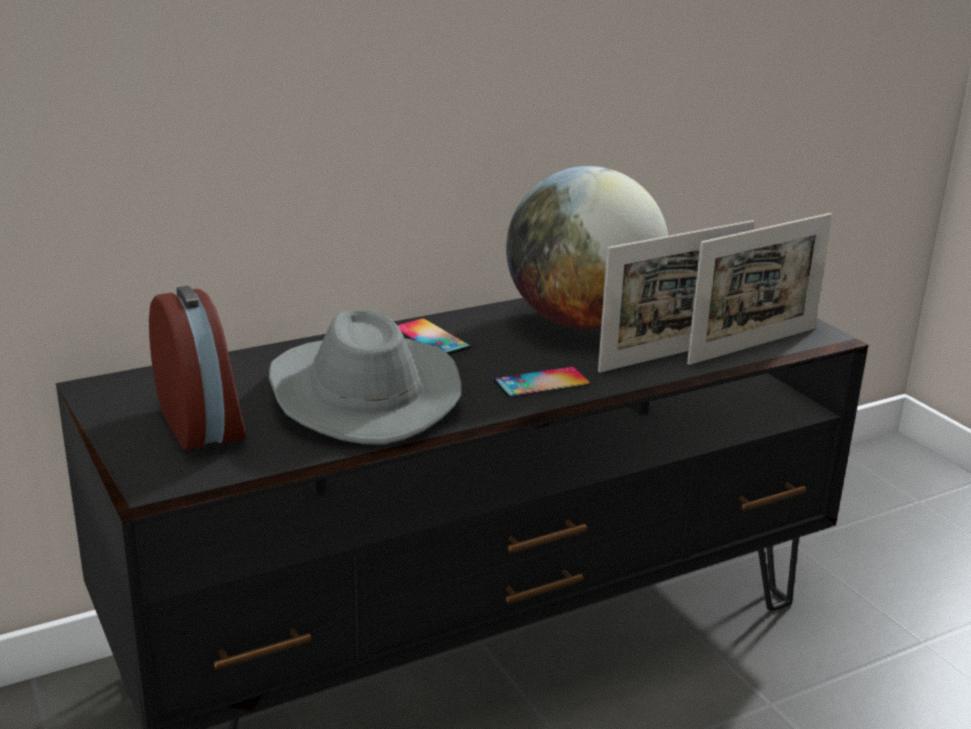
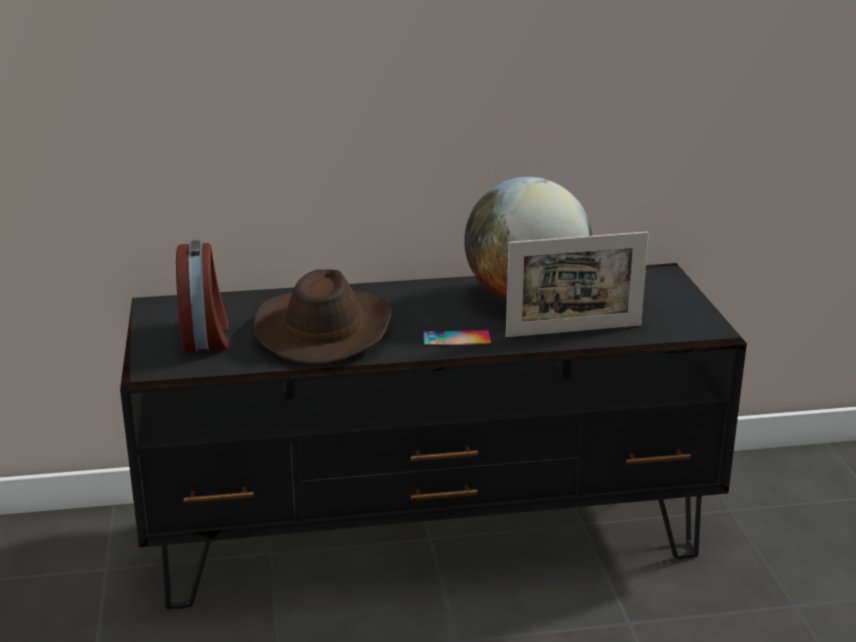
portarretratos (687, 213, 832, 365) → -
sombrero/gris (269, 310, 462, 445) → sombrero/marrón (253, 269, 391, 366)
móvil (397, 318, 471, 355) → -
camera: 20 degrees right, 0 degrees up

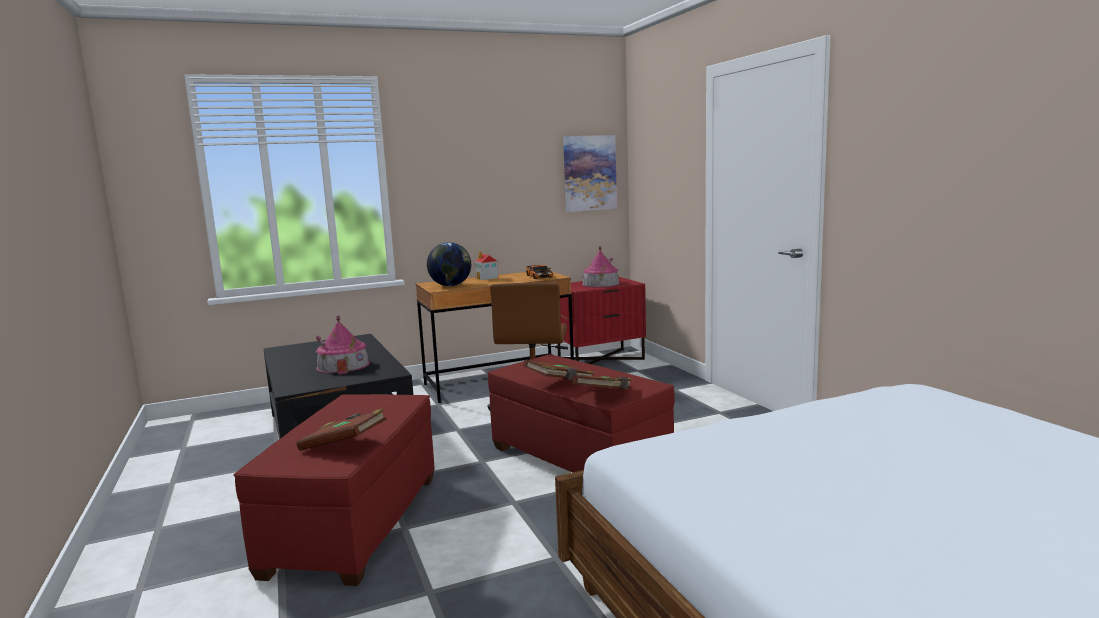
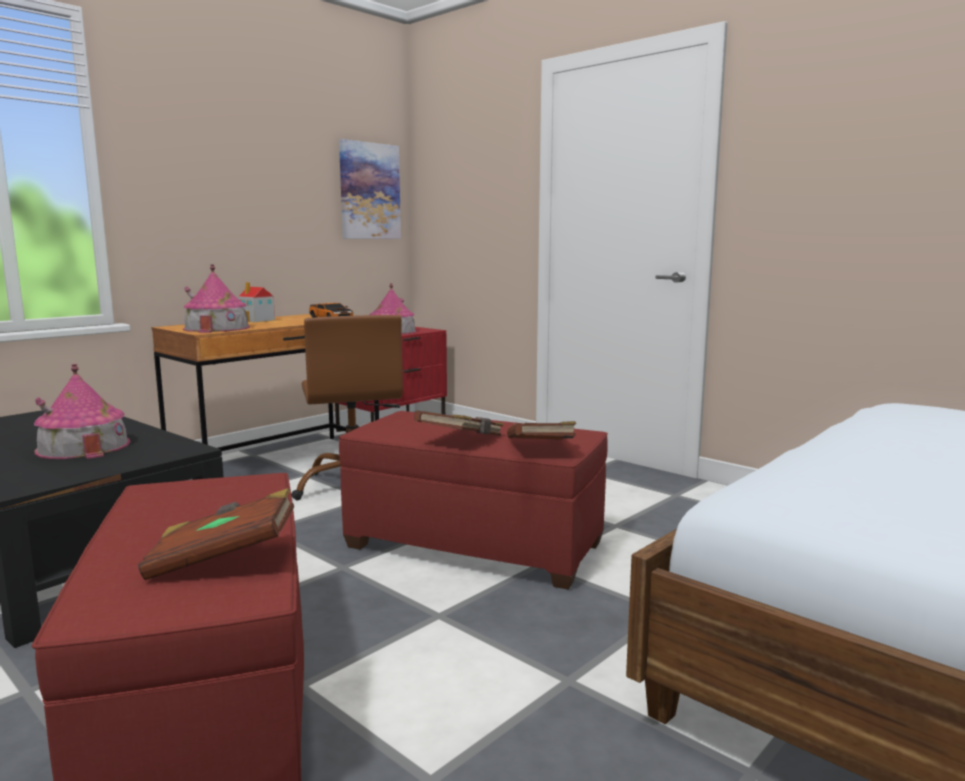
globo terráqueo (427, 242, 471, 286) → casita (183, 264, 250, 333)
camera: 25 degrees left, 0 degrees up

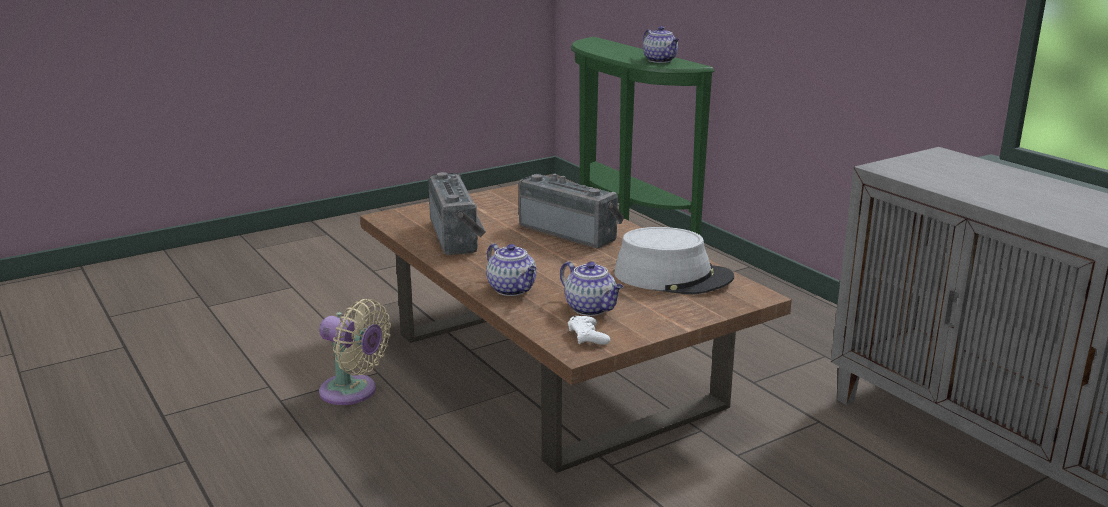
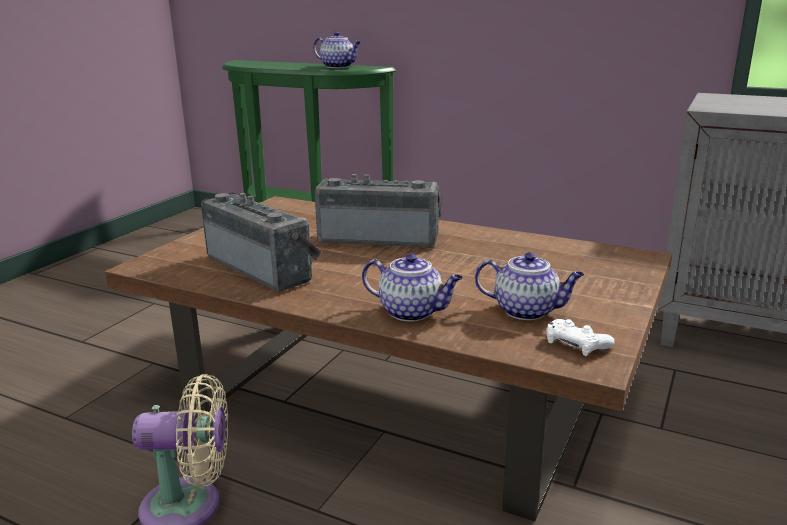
sombrero/gris (614, 227, 734, 294) → -
camera: 30 degrees left, 0 degrees up

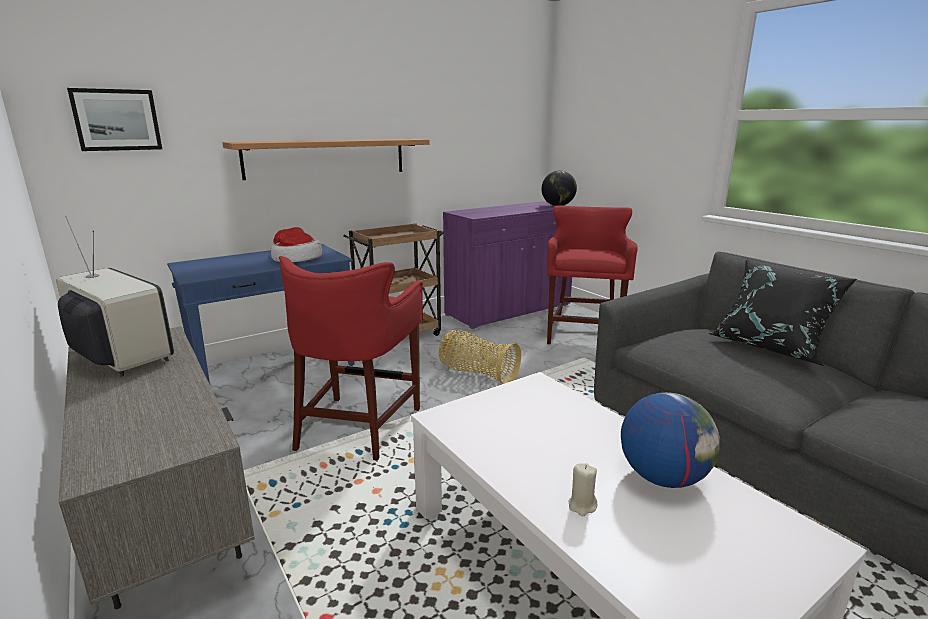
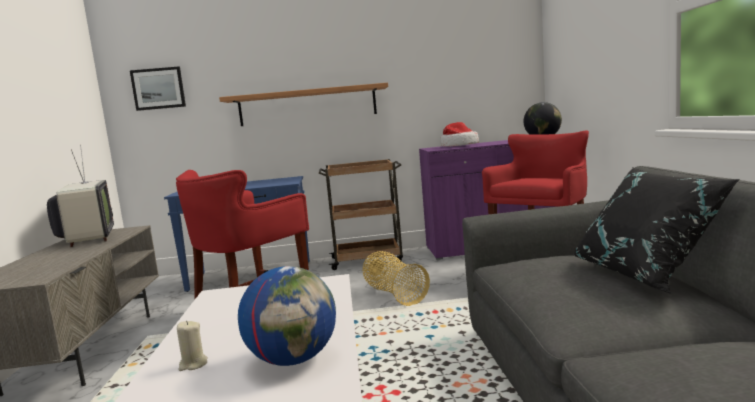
sombrero (271, 227, 322, 262) → sombrero (441, 122, 479, 147), relocated
camera: 30 degrees right, 10 degrees down

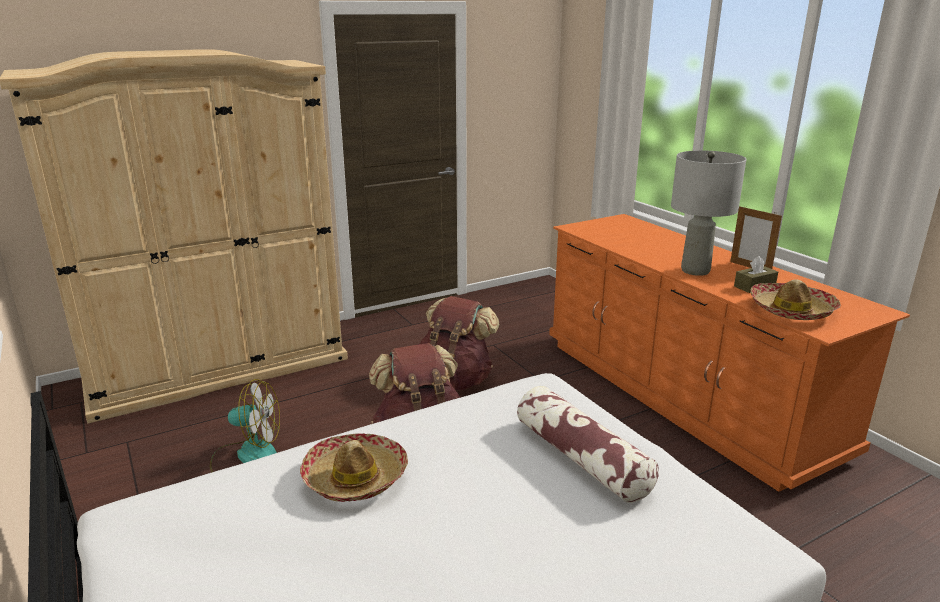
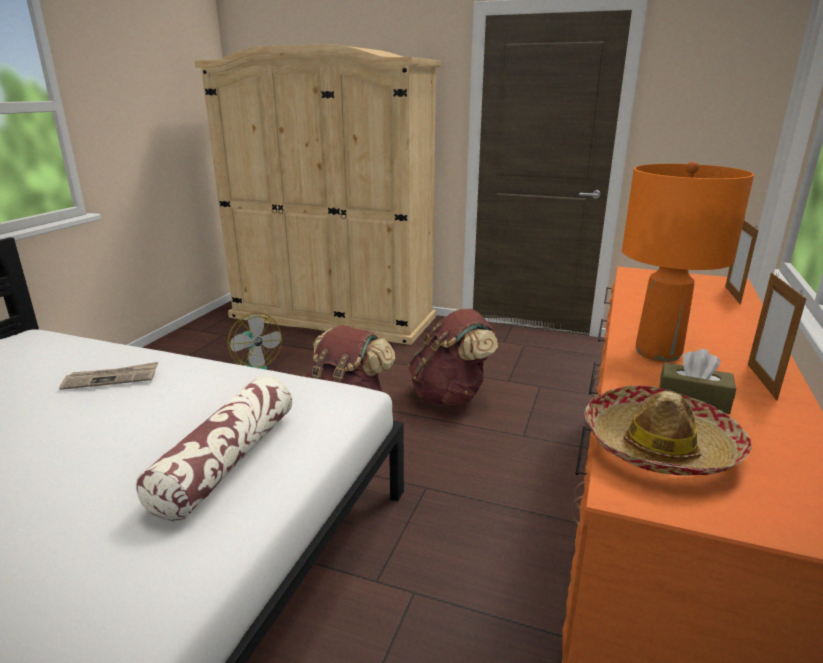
lámpara de mesa/gris (671, 150, 746, 276) → lámpara de mesa/naranja (622, 161, 754, 362)
sombrero (300, 433, 408, 502) → periódico (59, 362, 158, 390)
- → portarretratos (725, 219, 758, 304)
camera: 50 degrees right, 0 degrees up

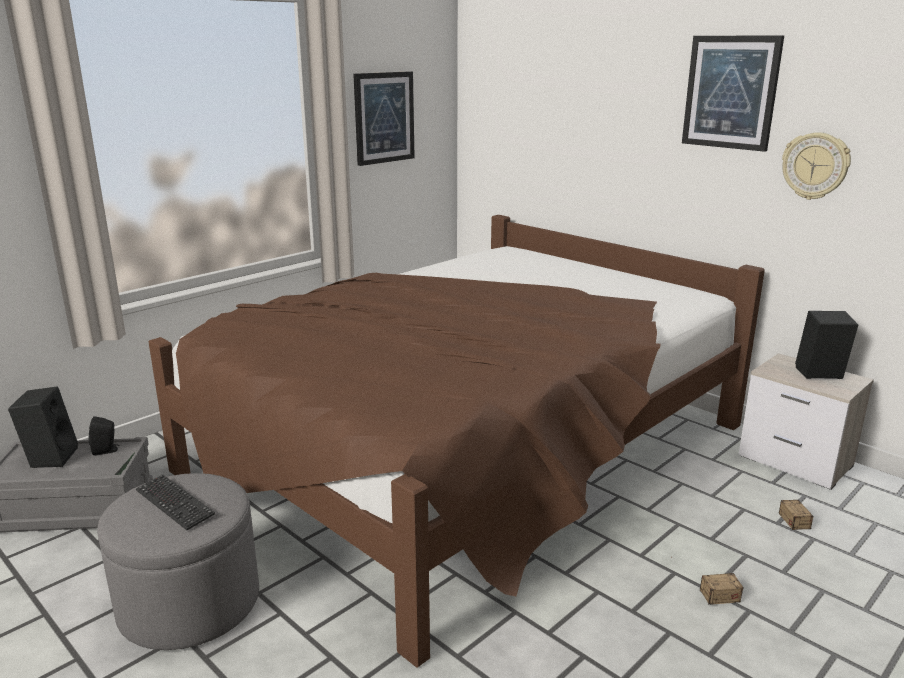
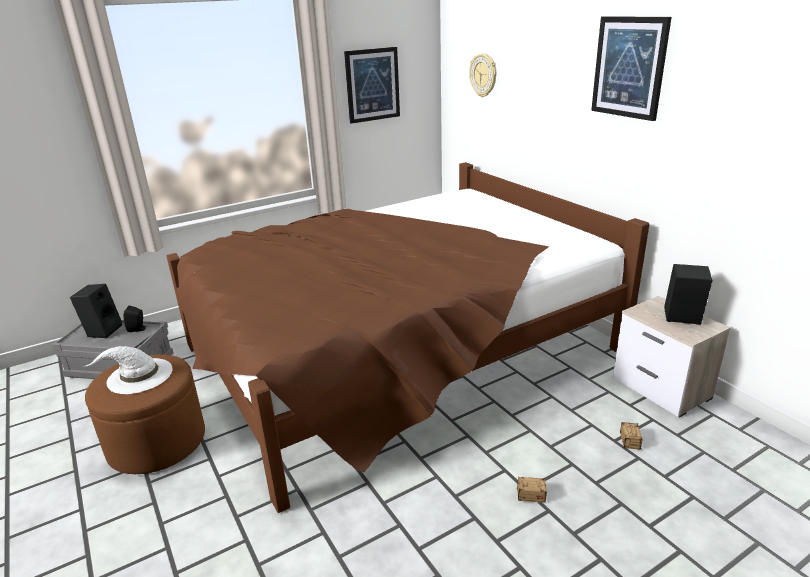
reloj de pared (782, 132, 851, 200) → reloj de pared (469, 53, 496, 97), relocated
puf/gris (97, 473, 259, 650) → puf/marrón (85, 354, 205, 474)
teclado (136, 475, 215, 530) → sombrero/blanco (83, 346, 173, 394)
camera: 15 degrees right, 5 degrees up

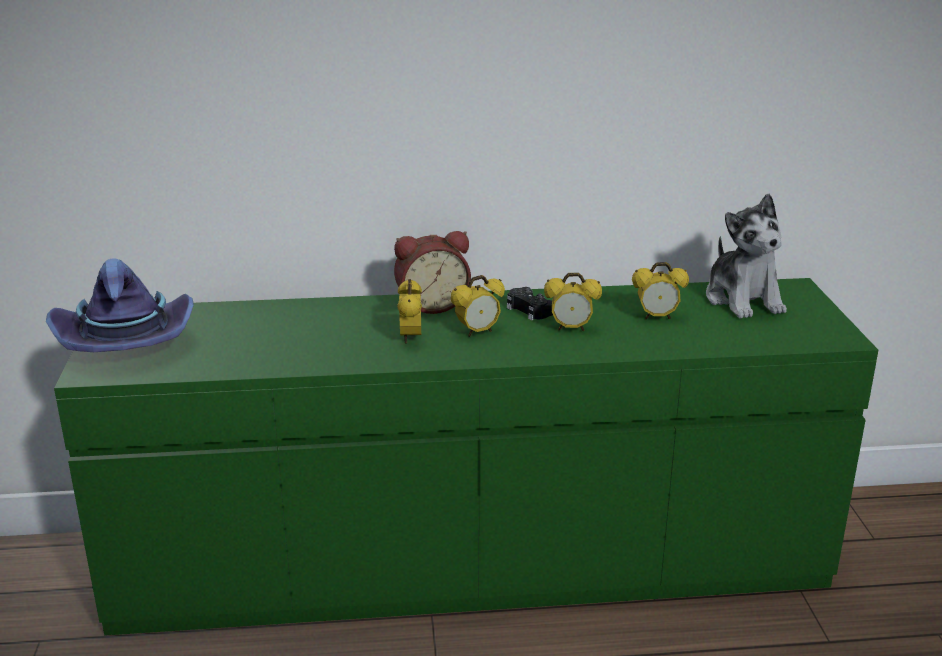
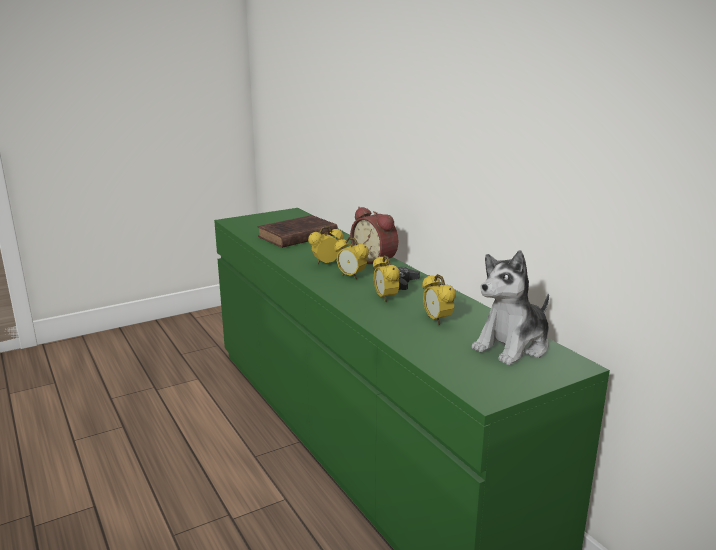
sombrero/morado (46, 258, 194, 352) → -
- → libro/marrón (257, 215, 338, 248)
camera: 65 degrees right, 5 degrees down

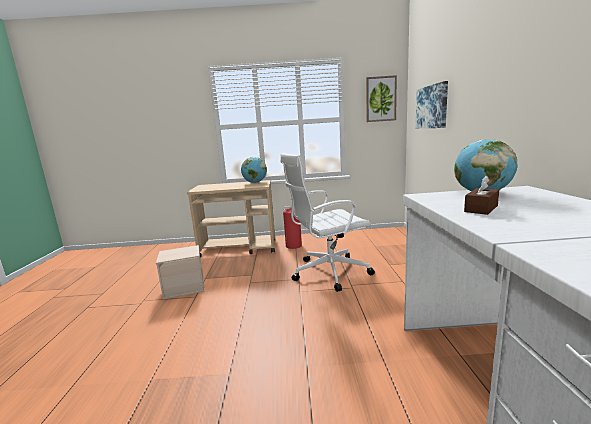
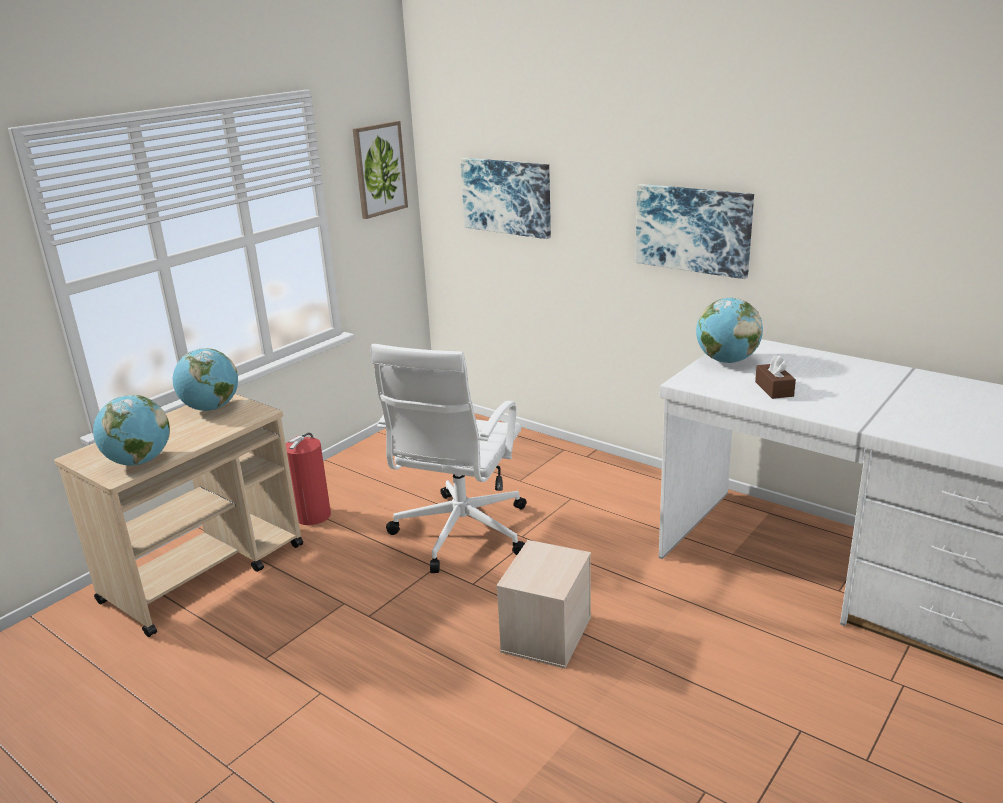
caja de almacenaje/beis (156, 245, 204, 300) → caja de almacenaje/beis (496, 540, 591, 668), relocated
- → cuadro (636, 184, 754, 279)
- → globo terráqueo (93, 395, 170, 465)
camera: 50 degrees left, 10 degrees up

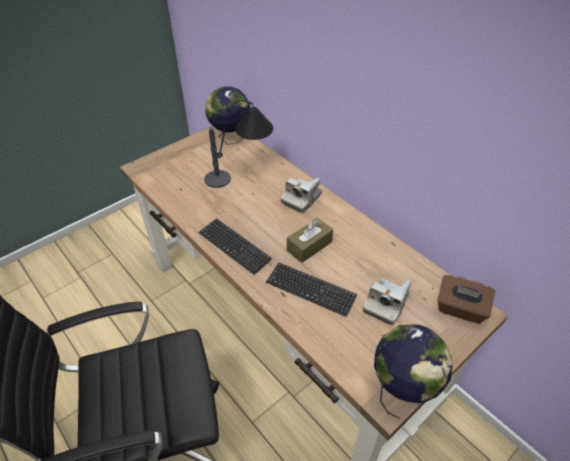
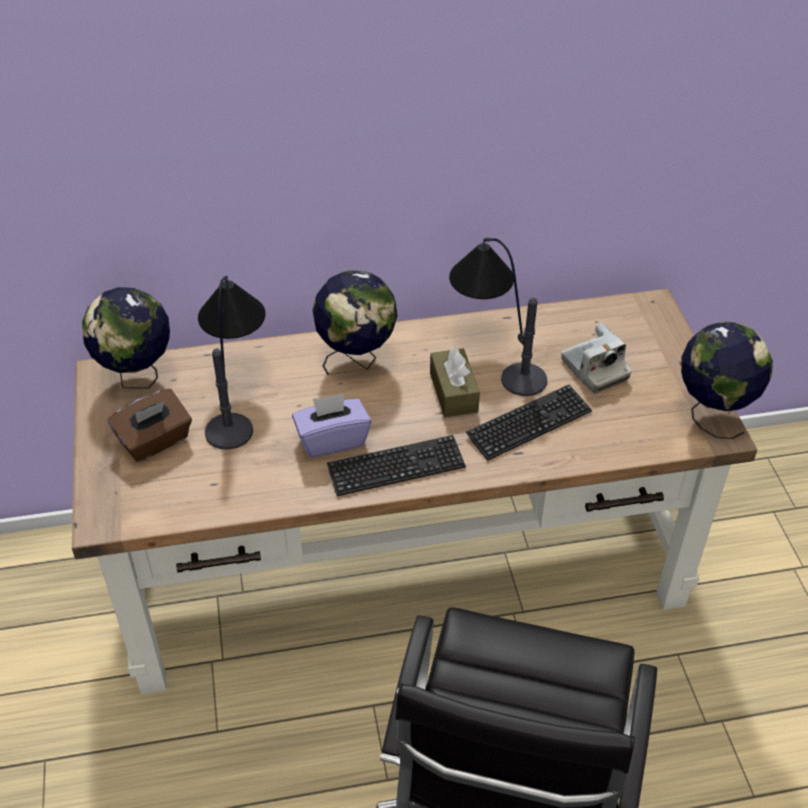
cámara (281, 178, 322, 213) → globo terráqueo (312, 270, 398, 375)
caja de pañuelos/marrón (437, 275, 495, 323) → caja de pañuelos/marrón (108, 389, 192, 462), relocated
- → lámpara de mesa (449, 238, 547, 396)
- → caja de pañuelos/morado (292, 393, 371, 458)
camera: 60 degrees left, 0 degrees up

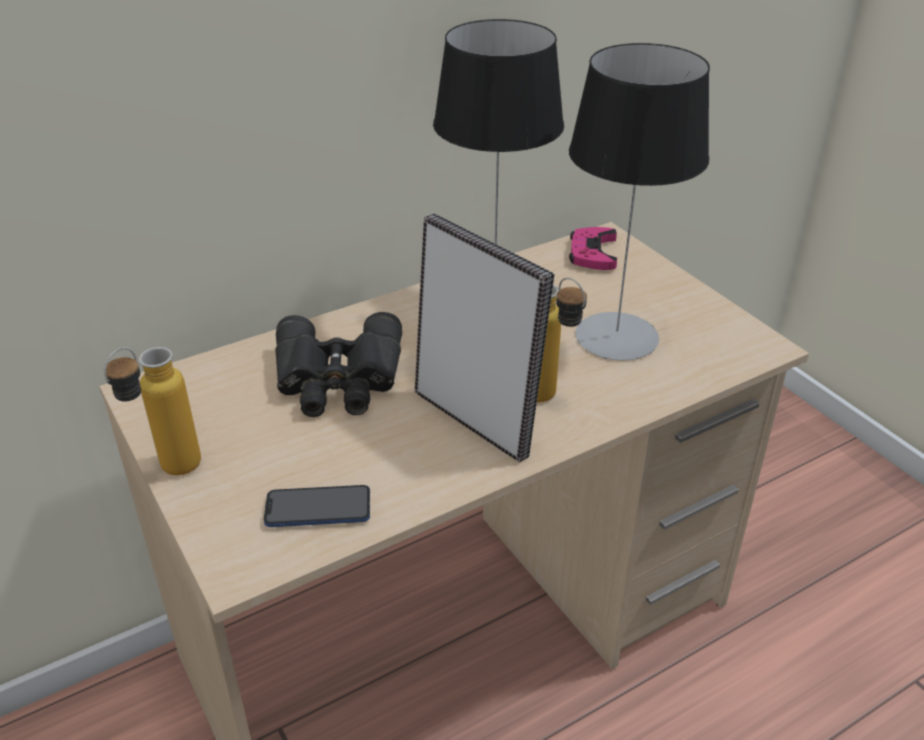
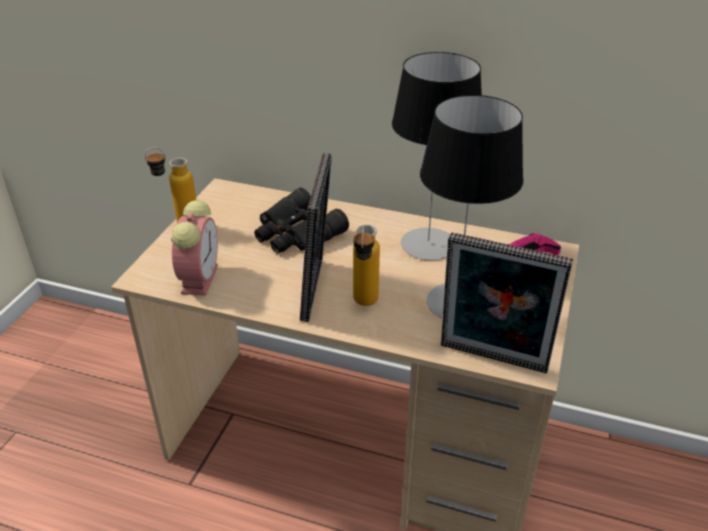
móvil (264, 485, 370, 527) → despertador (171, 200, 218, 296)
- → portarretratos (441, 232, 573, 373)
camera: 50 degrees right, 0 degrees up

